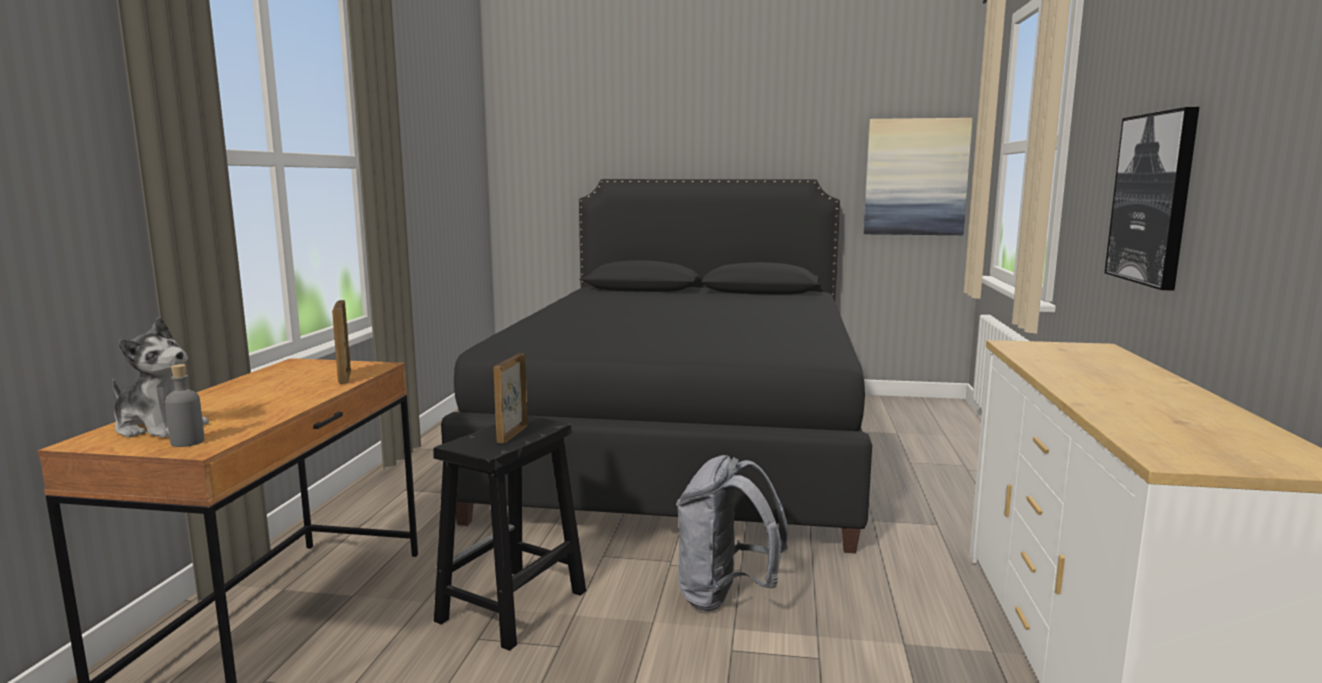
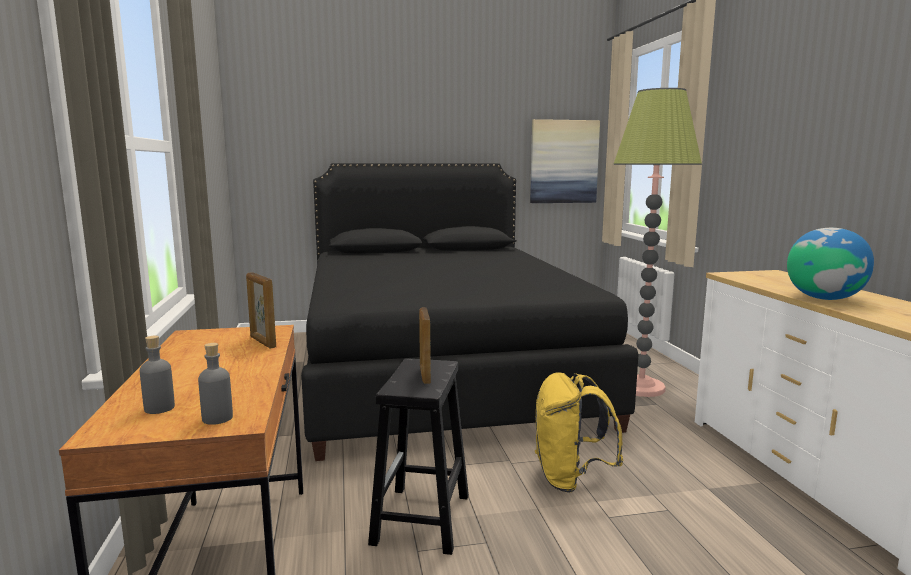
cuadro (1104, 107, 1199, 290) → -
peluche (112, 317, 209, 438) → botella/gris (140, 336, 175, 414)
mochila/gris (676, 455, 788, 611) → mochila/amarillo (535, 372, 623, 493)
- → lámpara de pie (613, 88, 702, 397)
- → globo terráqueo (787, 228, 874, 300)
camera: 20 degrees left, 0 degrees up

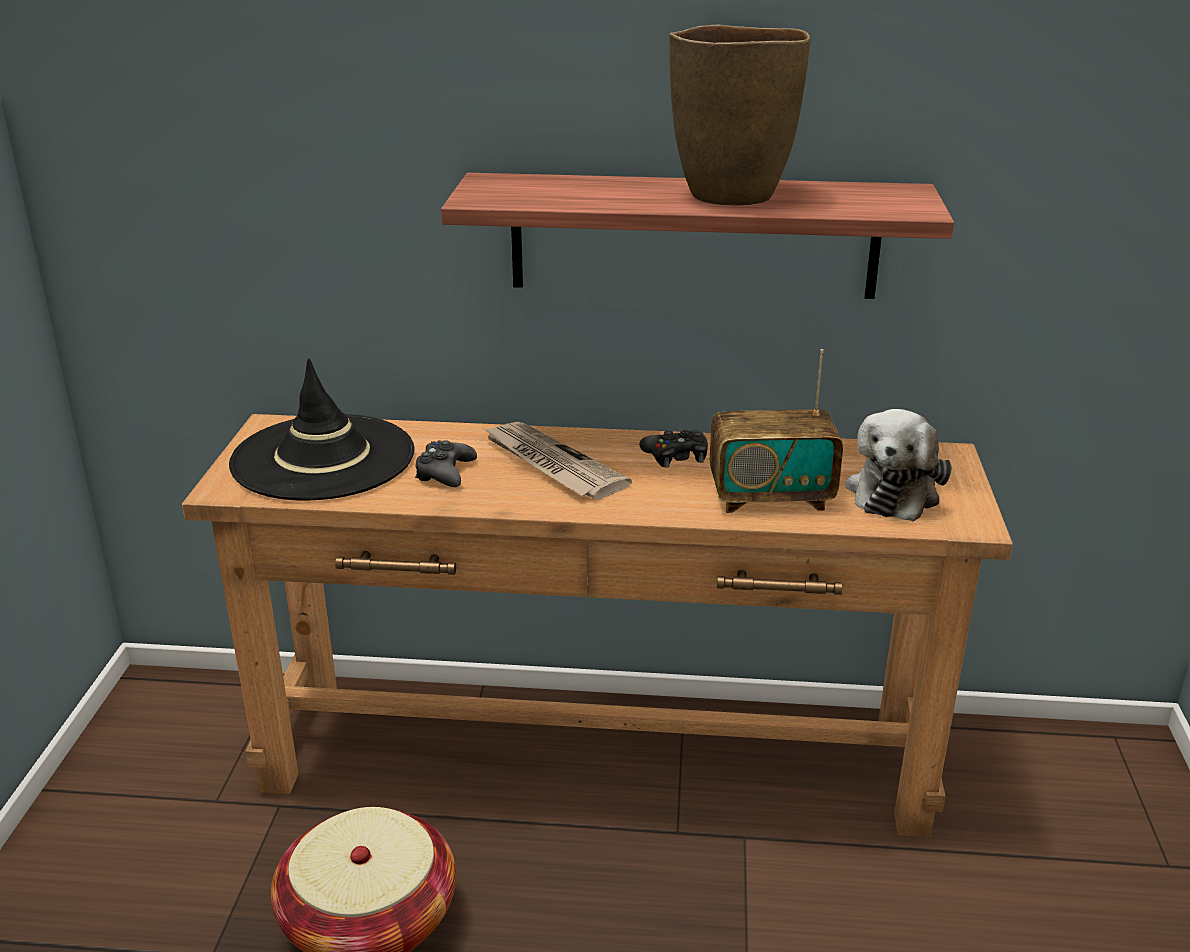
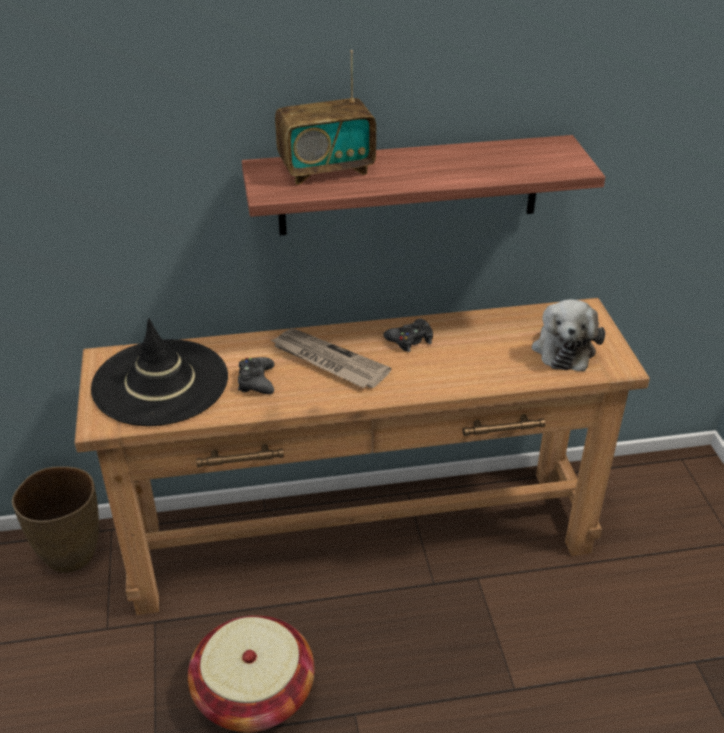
florero/marrón (669, 25, 811, 206) → florero/marrón (12, 466, 99, 573), relocated
radio (710, 349, 843, 513) → radio (275, 50, 376, 185), relocated
camera: 15 degrees left, 10 degrees up

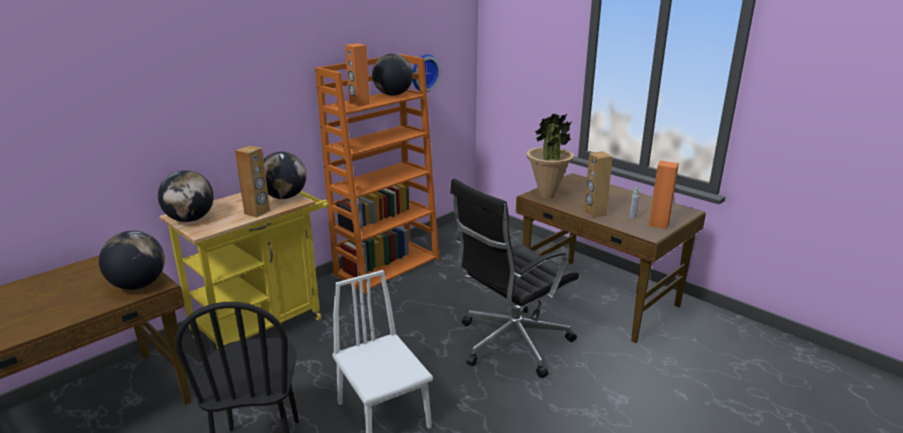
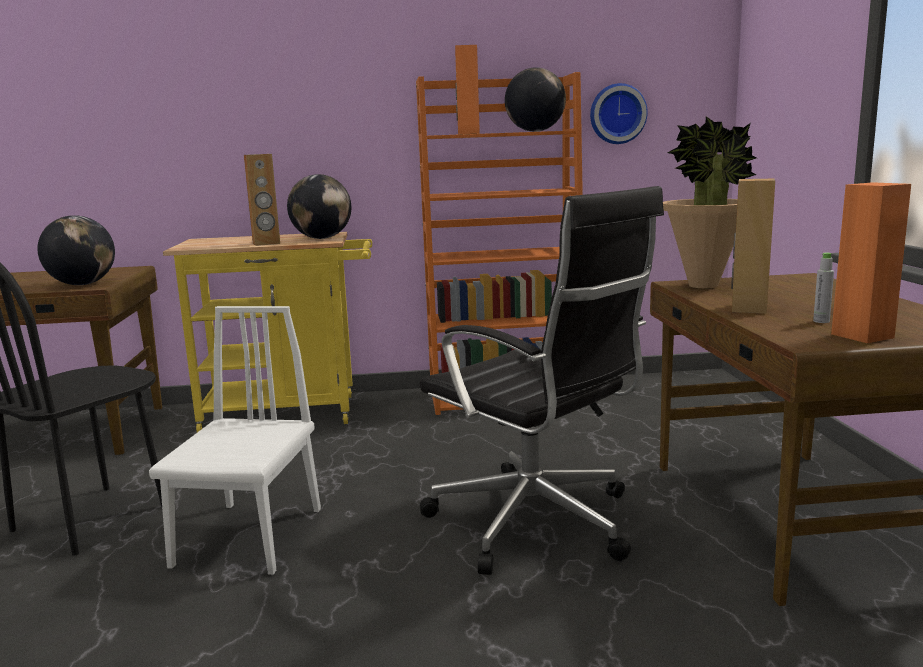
globo terráqueo (158, 170, 214, 222) → -
silla de oficina/negro (450, 179, 579, 378) → silla de oficina/negro (420, 186, 664, 575), 135 degrees counterclockwise
camera: 40 degrees right, 10 degrees down

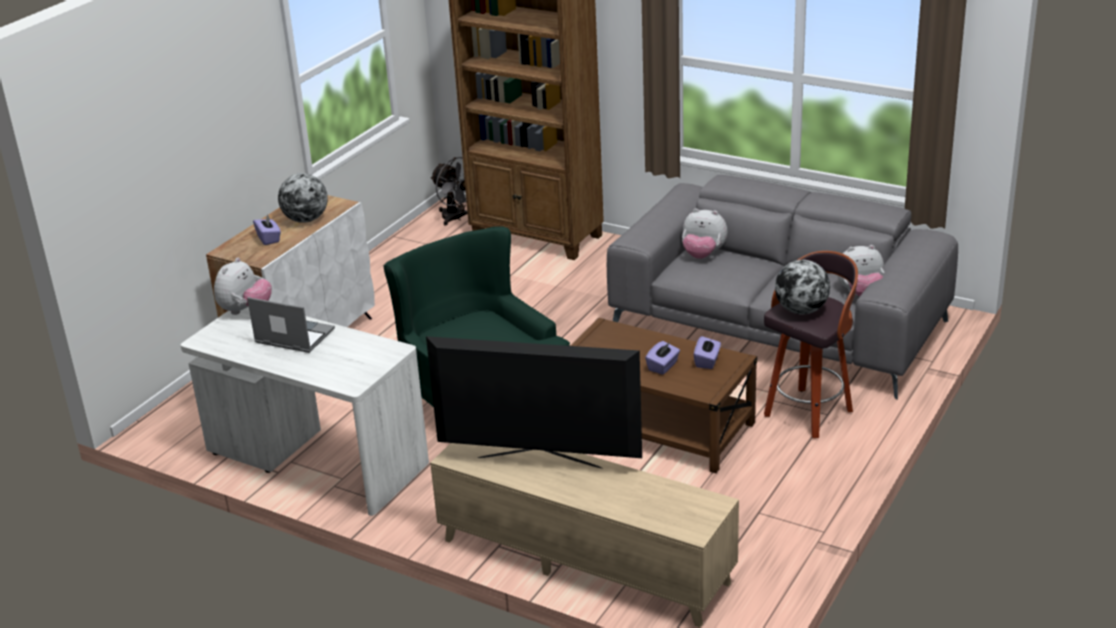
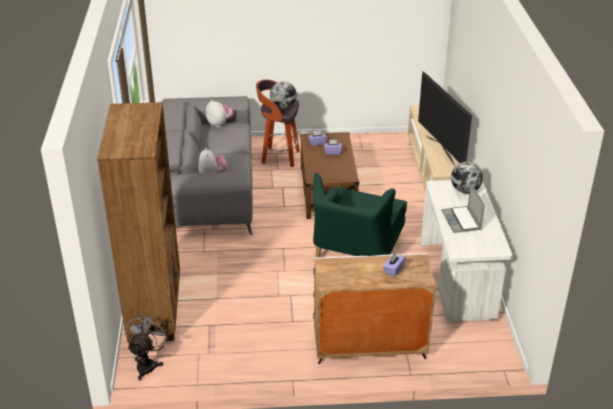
globo terráqueo (278, 173, 328, 223) → globo terráqueo (451, 162, 483, 193), relocated
peluche (214, 258, 272, 315) → -
camera: 125 degrees left, 5 degrees up

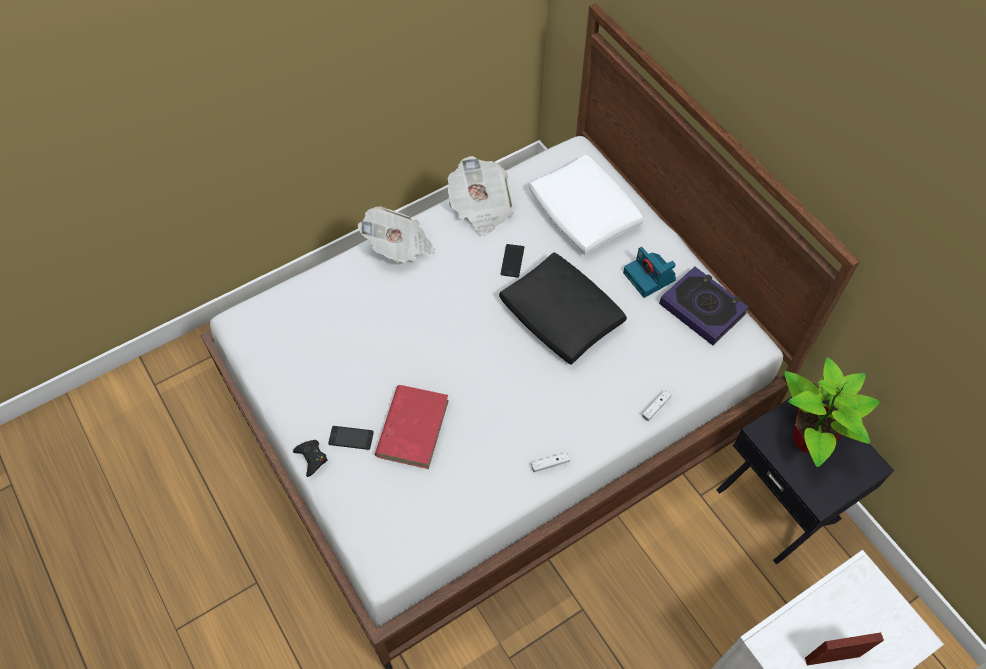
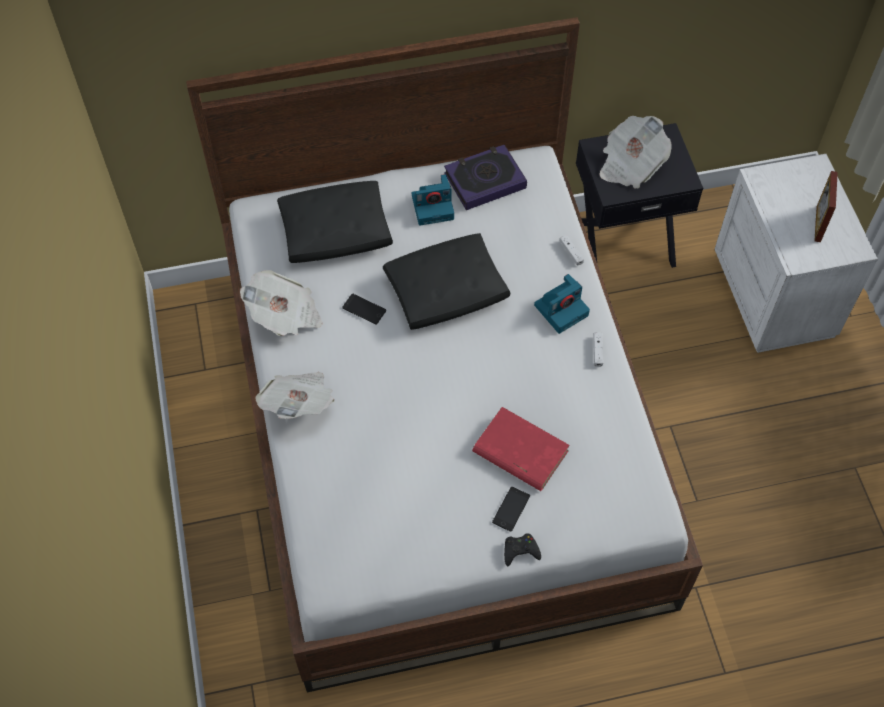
cojín/blanco (529, 155, 644, 255) → cojín/negro (277, 181, 393, 263)
planta en maceta (784, 357, 880, 467) → periódico (599, 115, 672, 189)
- → cámara (534, 274, 590, 334)
camera: 70 degrees left, 0 degrees up

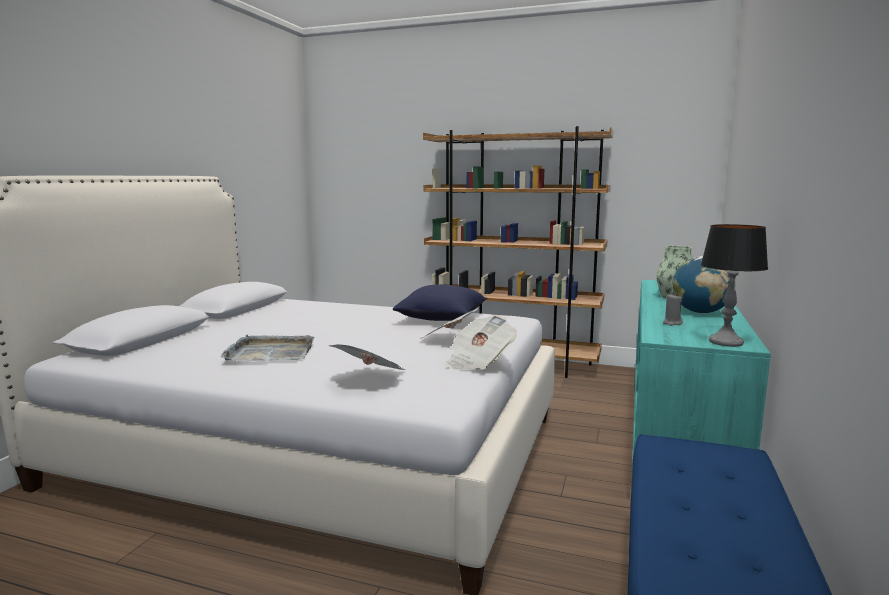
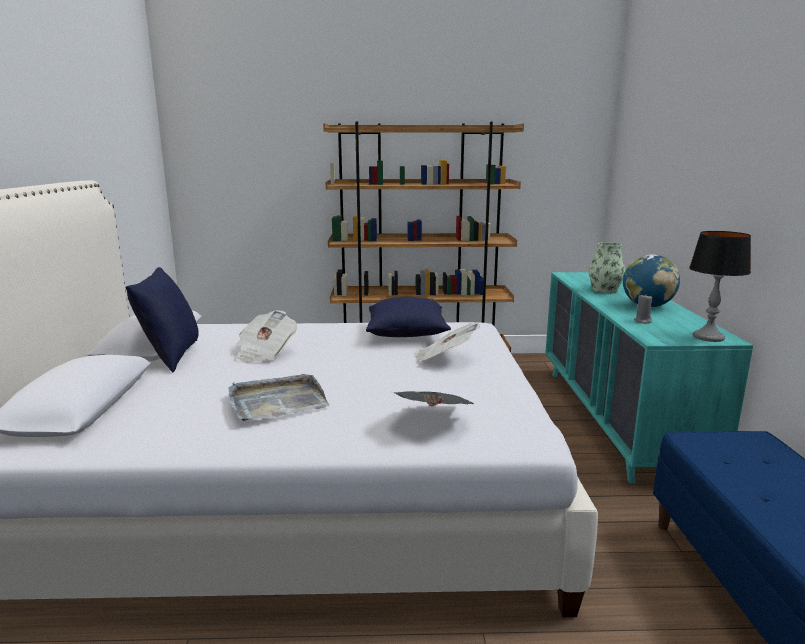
periódico (445, 315, 517, 370) → periódico (235, 310, 297, 363), relocated
- → cojín/azul (126, 267, 199, 372)
camera: 20 degrees left, 5 degrees up

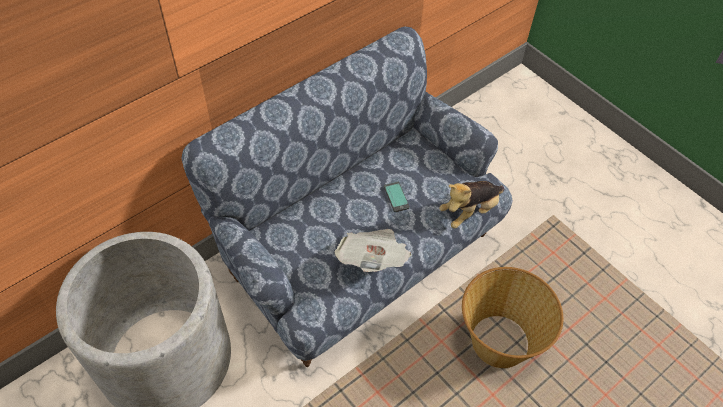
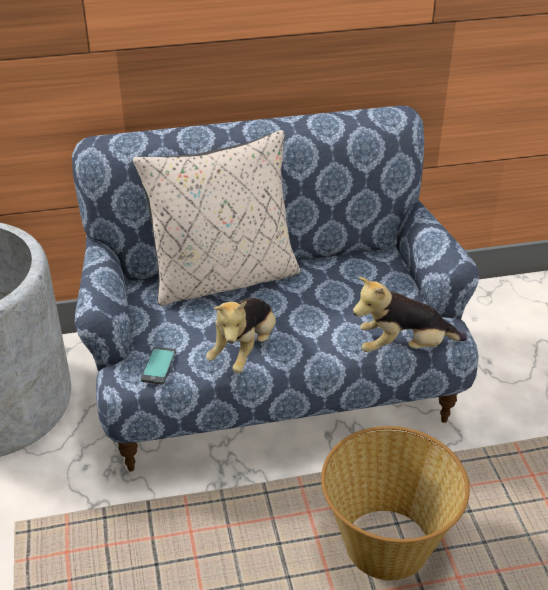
móvil (384, 182, 410, 212) → móvil (141, 346, 176, 385), relocated
periódico (334, 229, 412, 272) → peluche (206, 298, 276, 373)
- → cojín/beis (133, 130, 300, 306)
camera: 30 degrees right, 15 degrees down

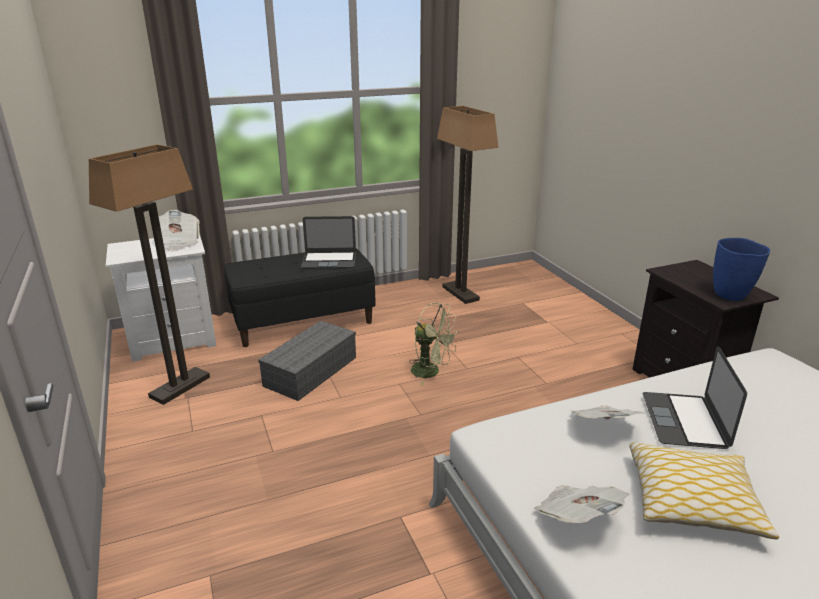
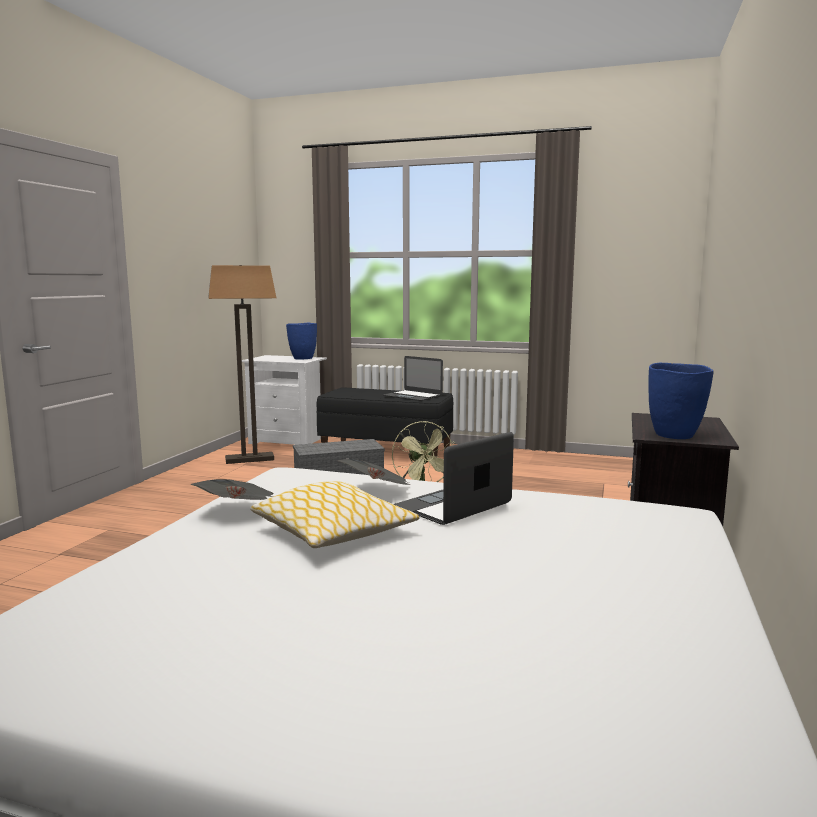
lámpara de pie (437, 106, 499, 304) → -
periódico (152, 210, 200, 252) → florero/azul (286, 323, 317, 360)
camera: 40 degrees right, 15 degrees down

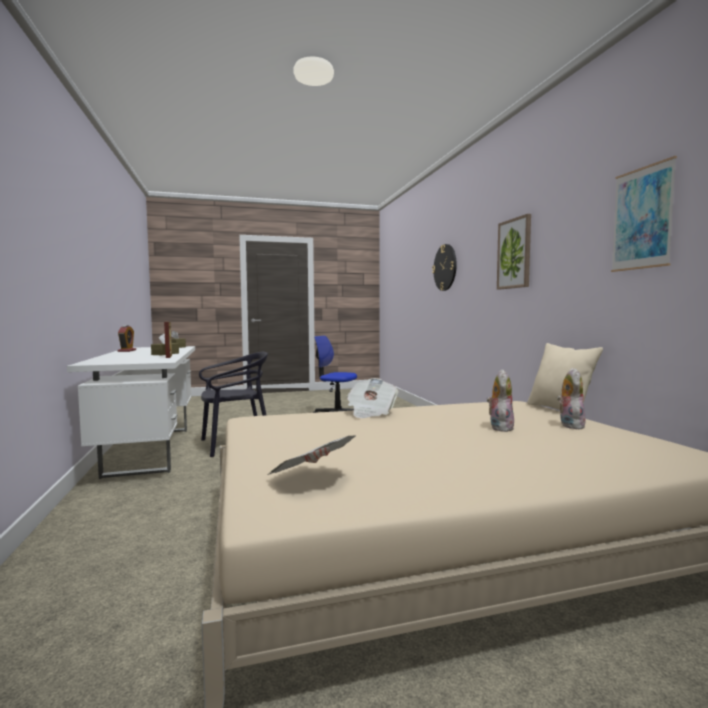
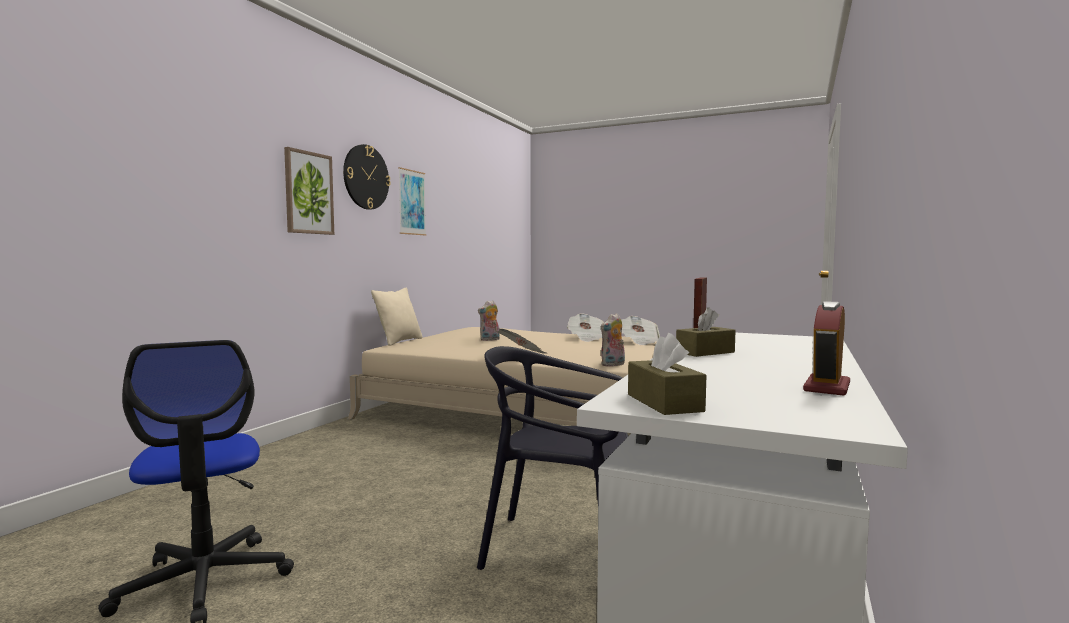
reloj de pared (432, 244, 457, 291) → reloj de pared (343, 144, 391, 210), relocated
peluche (557, 368, 586, 429) → peluche (601, 313, 625, 367), relocated
- → periódico (567, 313, 604, 342)
camera: 140 degrees left, 0 degrees up

